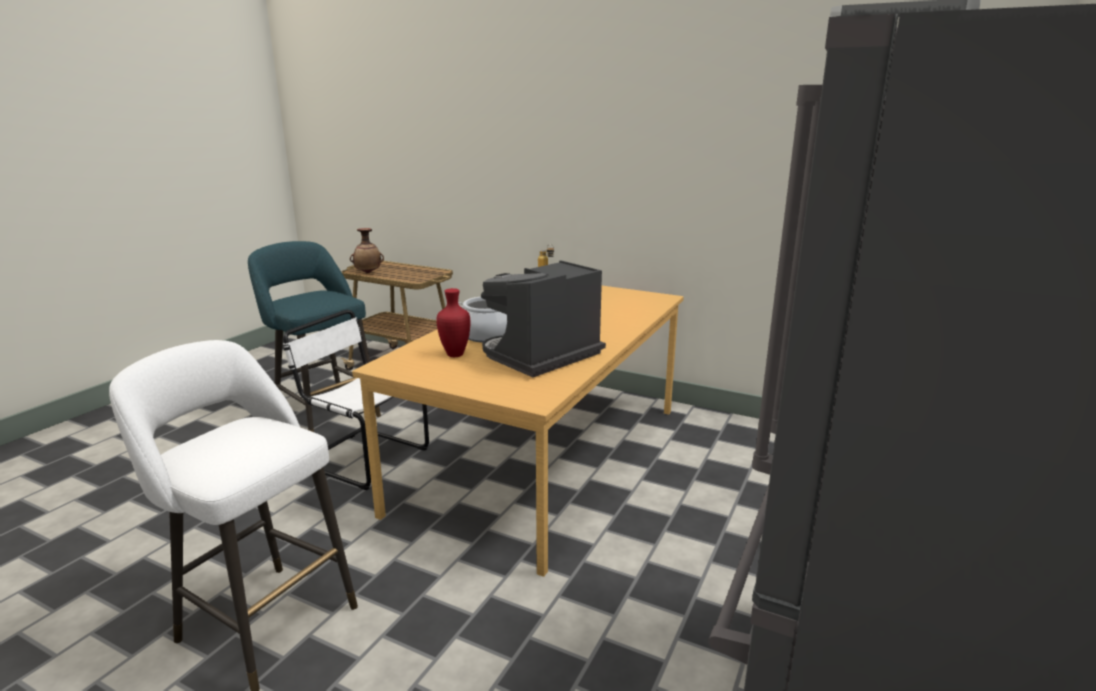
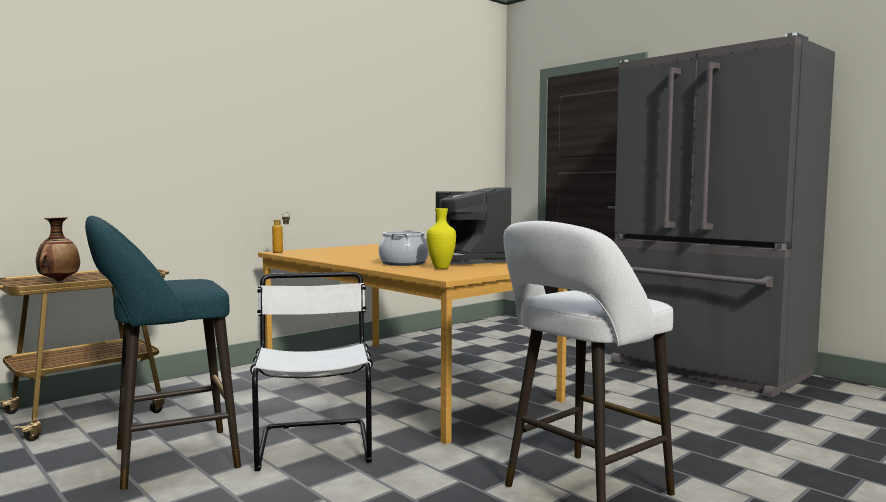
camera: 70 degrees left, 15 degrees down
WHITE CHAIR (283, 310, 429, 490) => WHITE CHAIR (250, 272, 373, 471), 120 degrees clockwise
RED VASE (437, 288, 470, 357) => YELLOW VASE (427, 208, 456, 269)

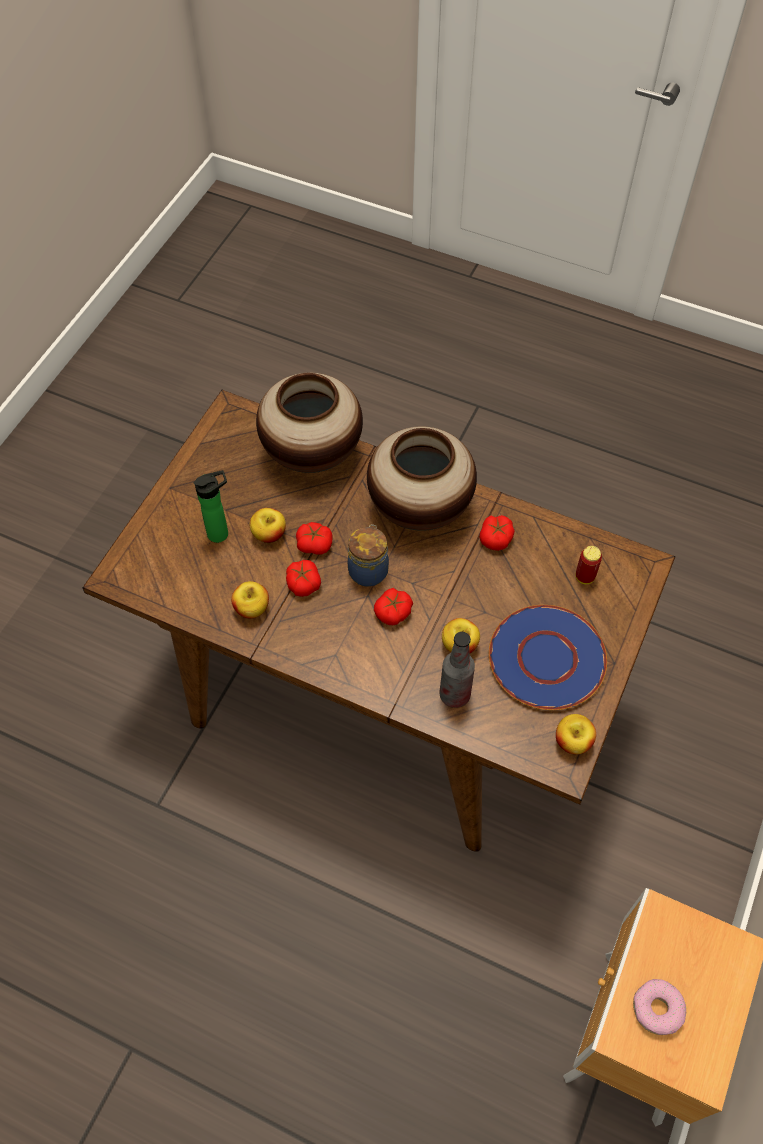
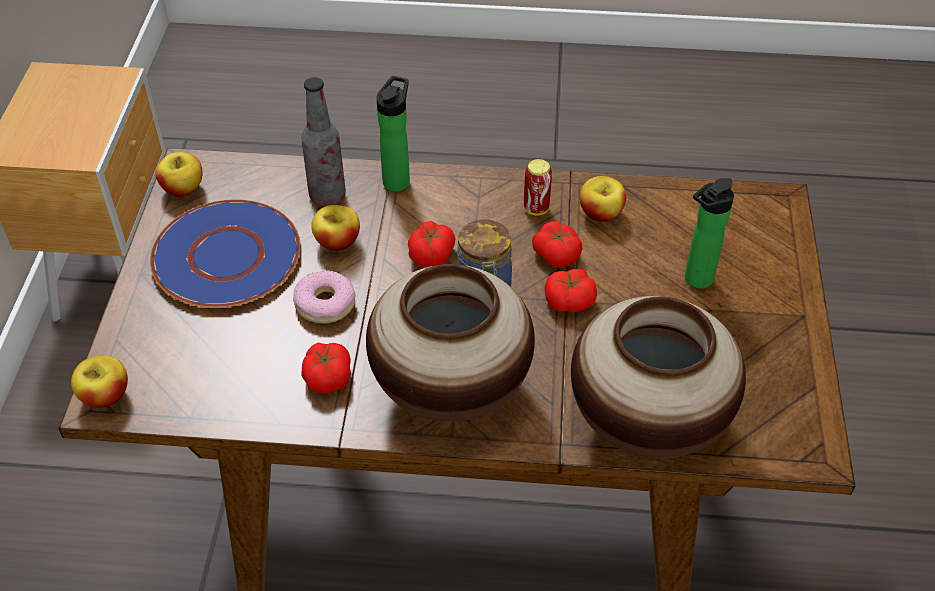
camera: 160 degrees right, 10 degrees down
APPLE (250, 508, 286, 543) => APPLE (71, 356, 128, 408), shifted
CAN (575, 546, 602, 584) => CAN (524, 159, 552, 216), shifted
DONUT (633, 979, 686, 1035) => DONUT (293, 270, 356, 324), shifted
nothing => BOTTLE (376, 76, 410, 192)

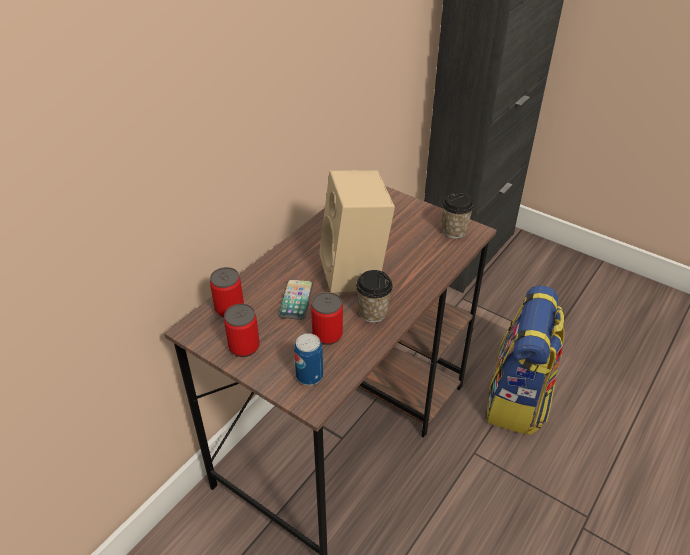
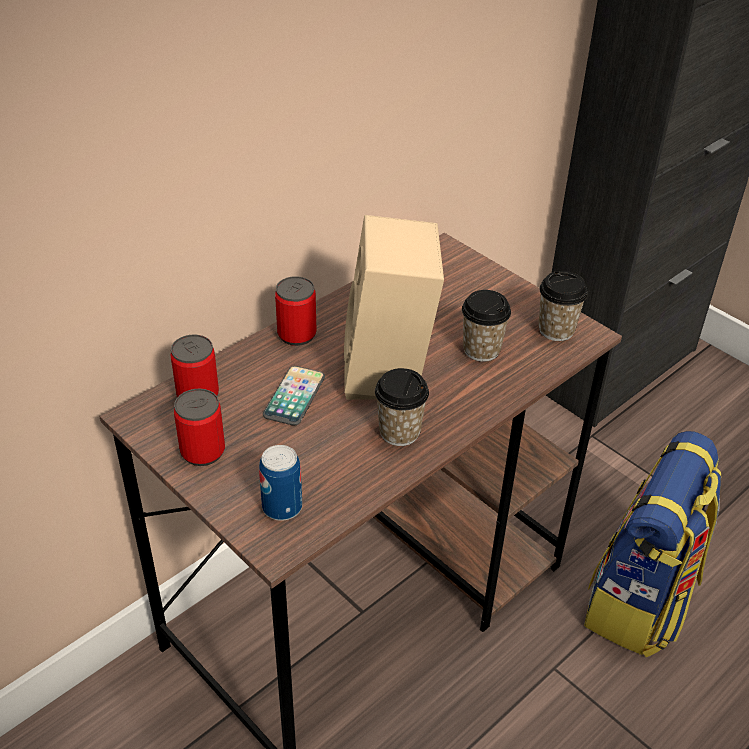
camera: 10 degrees right, 0 degrees up
CAN (311, 292, 343, 345) => CAN (275, 276, 317, 346), shifted
nothing => CUP (462, 290, 511, 362)

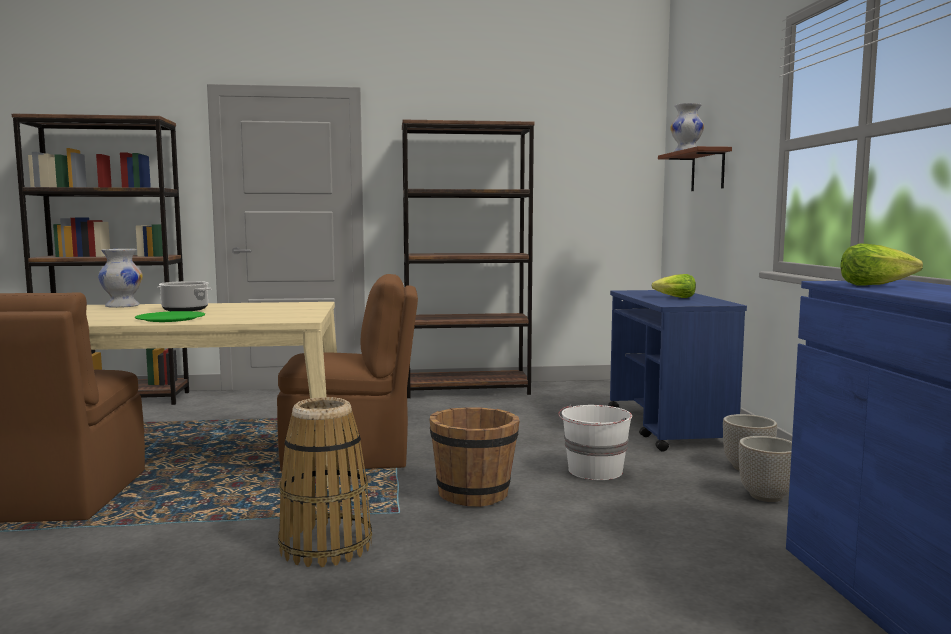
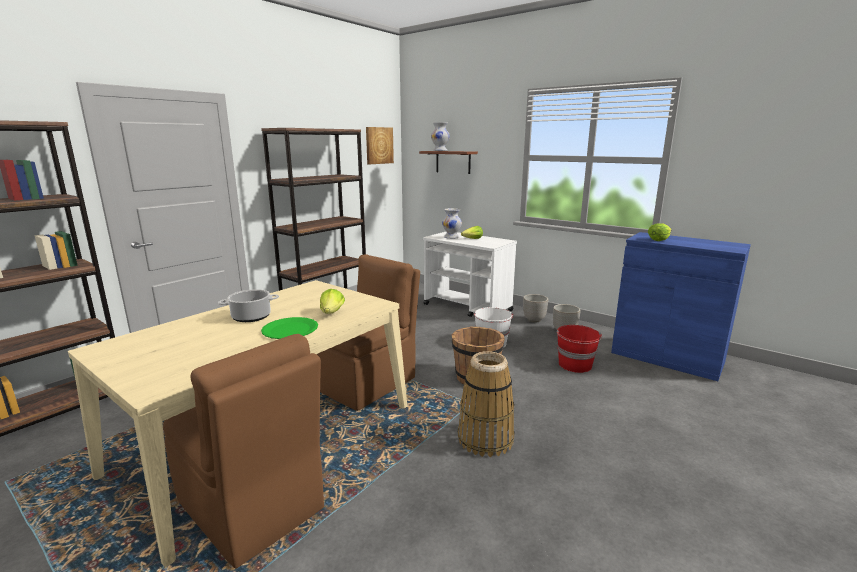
camera: 45 degrees left, 10 degrees up
WHITE VASE (98, 249, 143, 308) => WHITE VASE (442, 208, 462, 239), shifted
BLUE CART (608, 290, 747, 451) => WHITE CART (423, 232, 517, 317)
nothing => LETTUCE (320, 289, 345, 314)
nothing => PICTURE (366, 127, 394, 164)
nothing => RED BUCKET (557, 325, 602, 373)

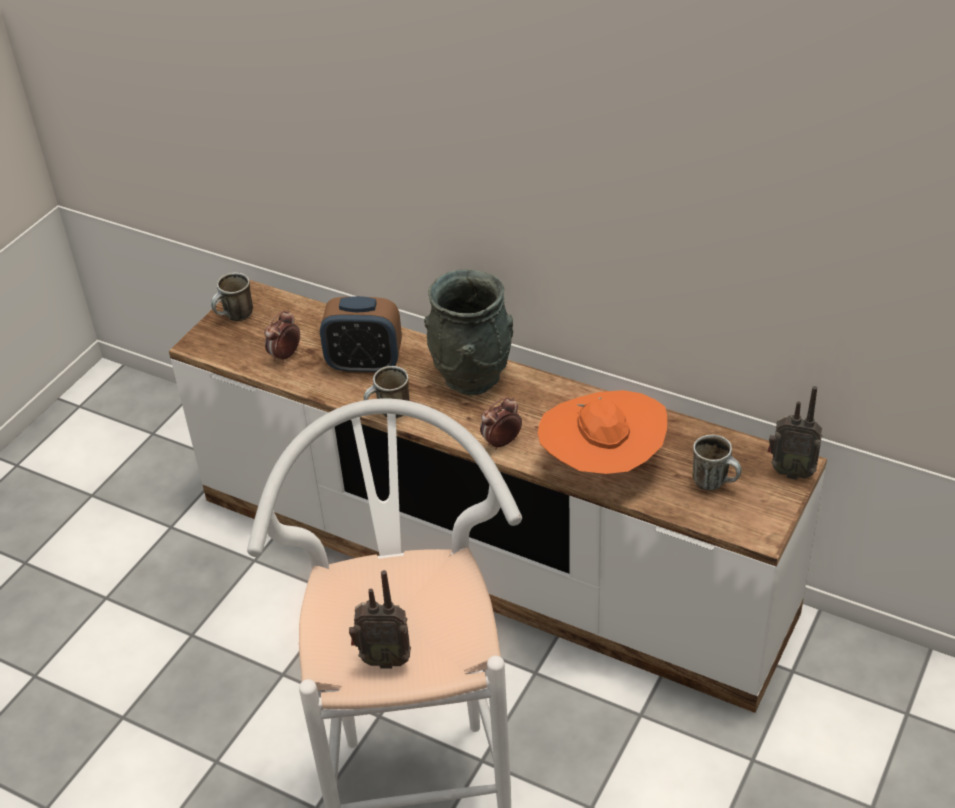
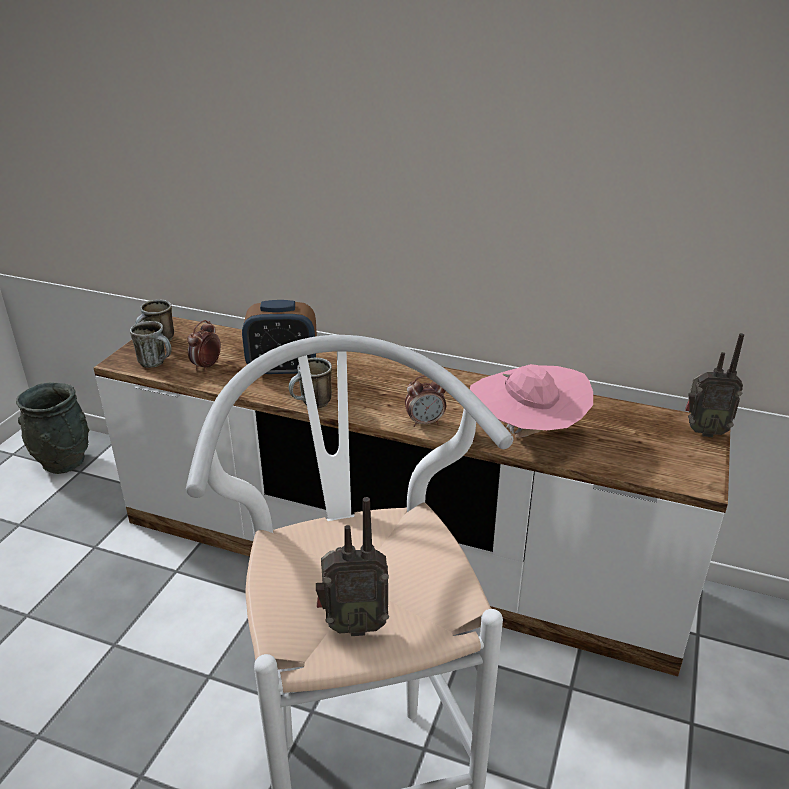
camera: 10 degrees left, 10 degrees down
GREY VASE (424, 269, 513, 396) => GREY VASE (16, 383, 89, 474), shifted
ALARM CLOCK (480, 397, 522, 450) => ALARM CLOCK (405, 375, 446, 427), 150 degrees counterclockwise
ORANGE HAT (538, 390, 667, 474) => PINK HAT (470, 364, 593, 438)
MUG (693, 435, 742, 491) => MUG (130, 321, 172, 368), shifted

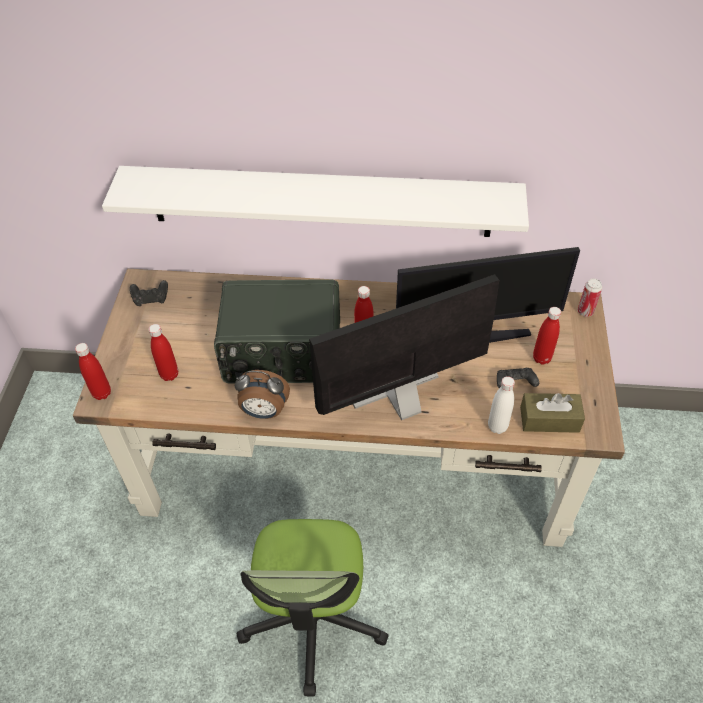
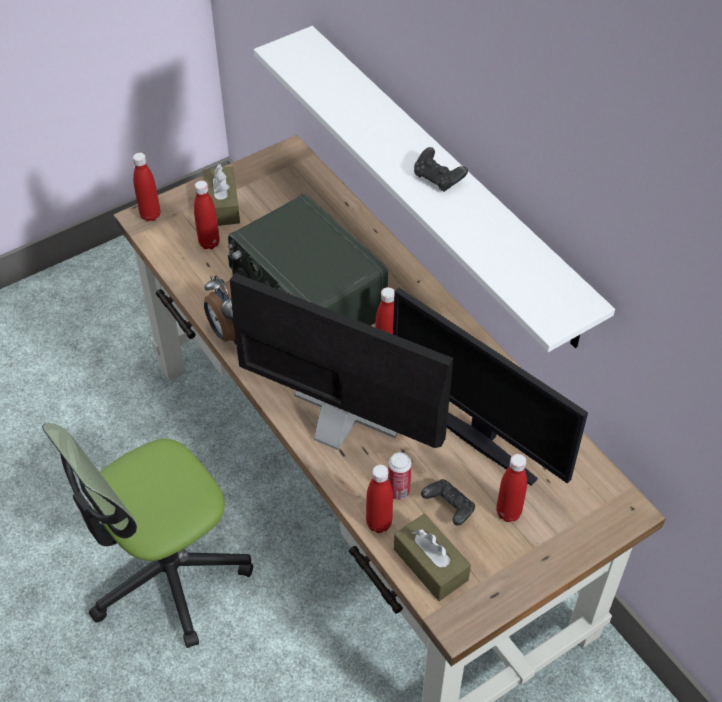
camera: 50 degrees right, 0 degrees up
BLACK GAME CONTROLLER (130, 280, 168, 306) => BLACK GAME CONTROLLER (414, 147, 468, 192), shifted
WHITE BOTTLE (488, 376, 515, 434) => RED BOTTLE (366, 464, 393, 533)
CAN (578, 279, 602, 317) => CAN (388, 452, 412, 500), shifted
nothing => BROWN TISSUE BOX (203, 164, 240, 226)

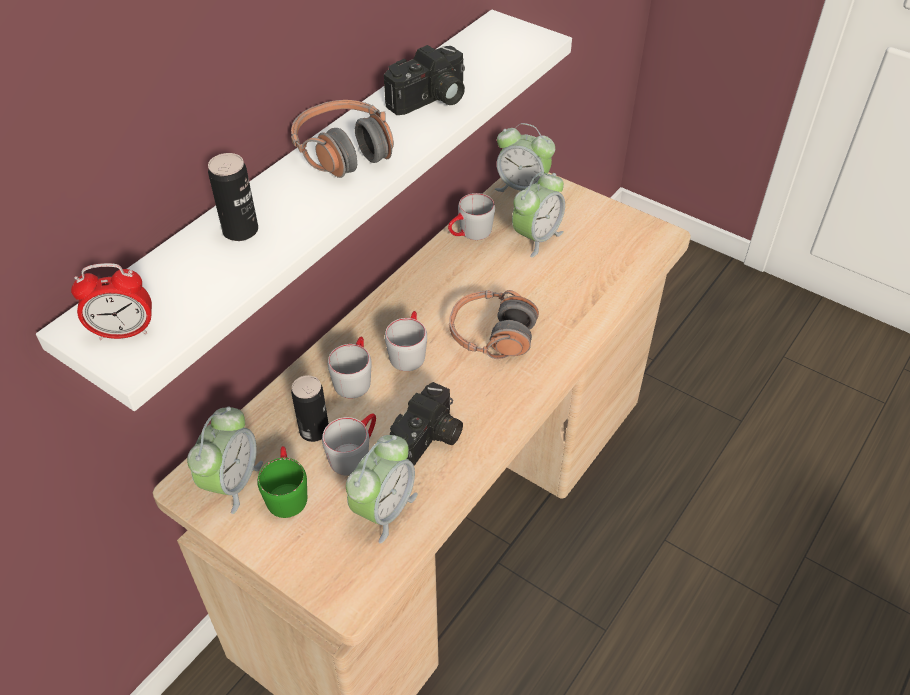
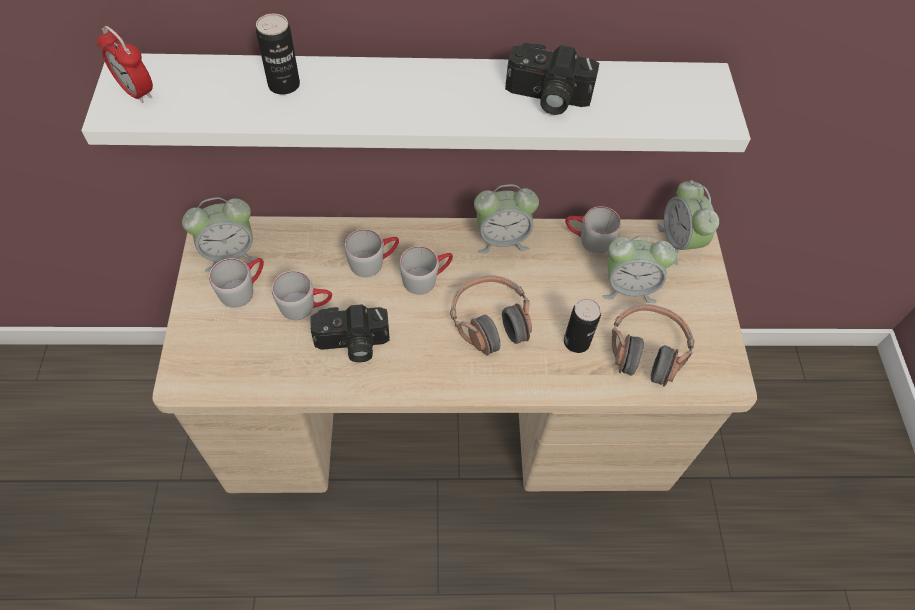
camera: 50 degrees right, 10 degrees up
GREEN MUG (257, 446, 307, 518) => GREY MUG (209, 258, 264, 308)
HEADPHONES (291, 100, 394, 178) => HEADPHONES (612, 304, 694, 387), shifted
CAN (291, 375, 329, 442) => CAN (564, 298, 601, 353), shifted
ALARM CLOCK (346, 435, 418, 544) => ALARM CLOCK (474, 185, 539, 253), shifted

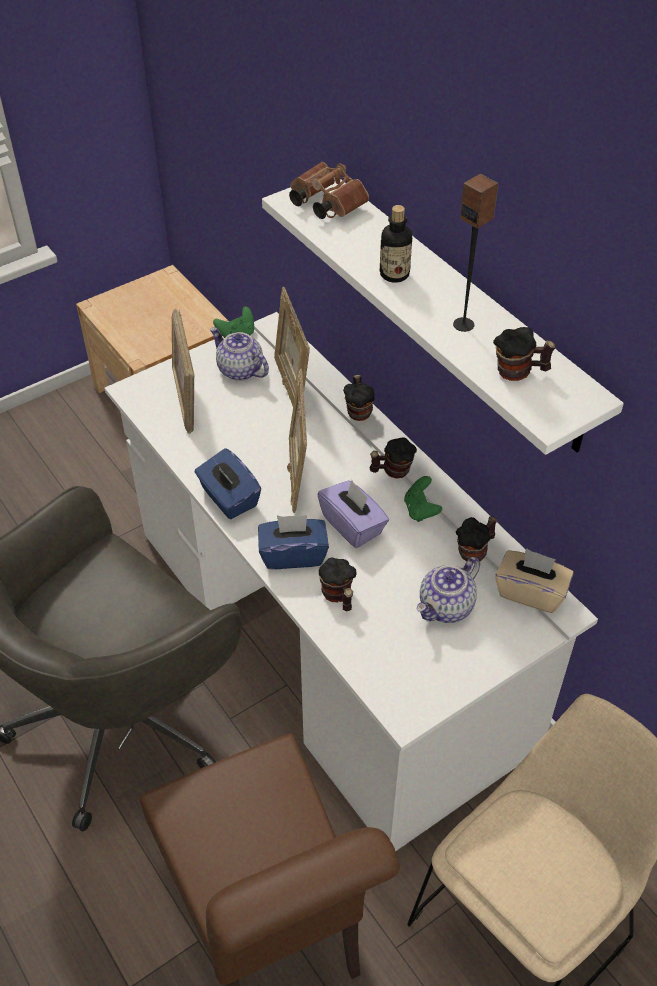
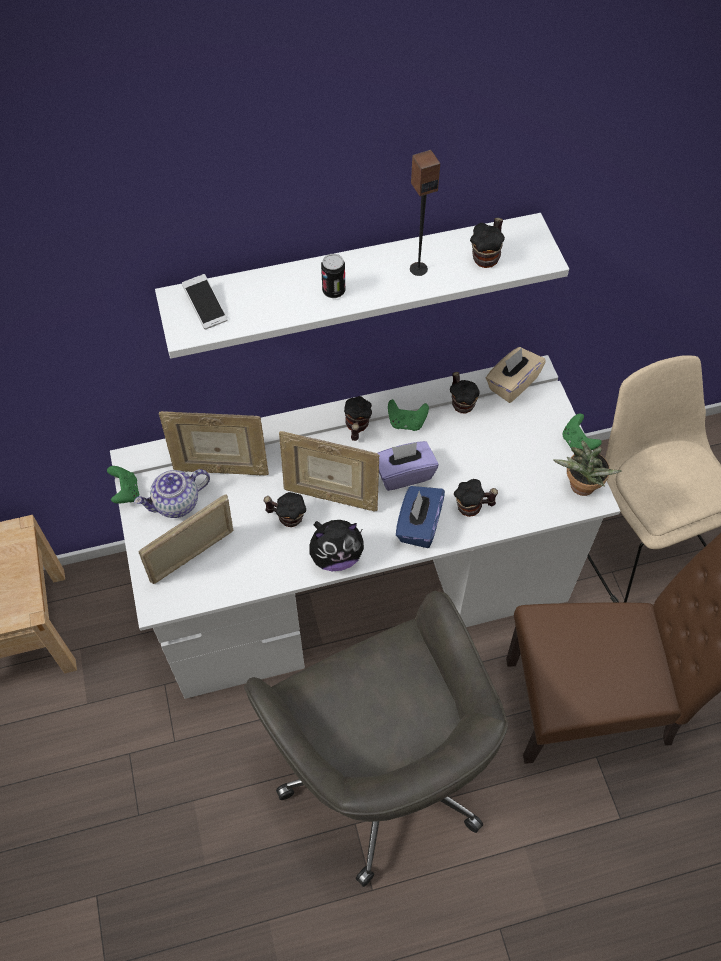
camera: 70 degrees left, 10 degrees up
PICTURE FRAME (172, 309, 194, 434) => PICTURE FRAME (139, 494, 233, 584), 135 degrees clockwise
BLUE TISSUE BOX (195, 448, 261, 519) => PLUSH TOY (309, 520, 364, 571)
BROWN BINOCULARS (289, 162, 369, 219) => PHONE (182, 274, 227, 330)
MUG (343, 375, 375, 421) => MUG (263, 492, 306, 527), shifted
BOTTLE (380, 205, 412, 283) => CAN (321, 254, 345, 298)
TEAPOT (416, 557, 480, 623) => nothing
nothing => POTTED PLANT (553, 440, 622, 496)
nothing => GREEN GAME CONTROLLER (562, 414, 602, 451)

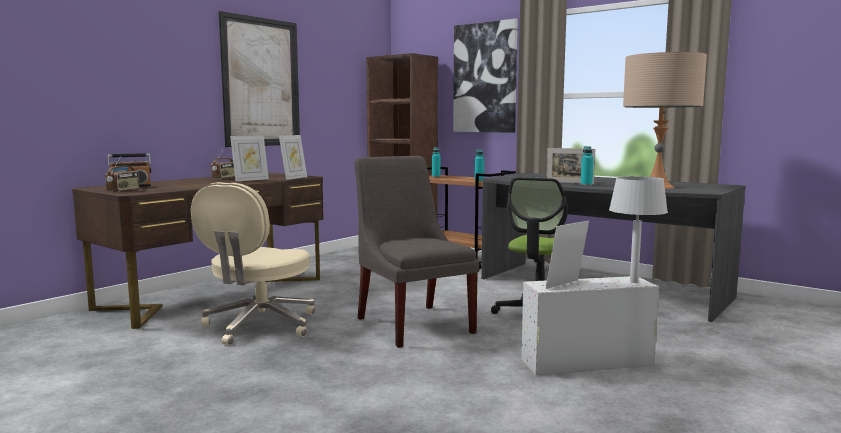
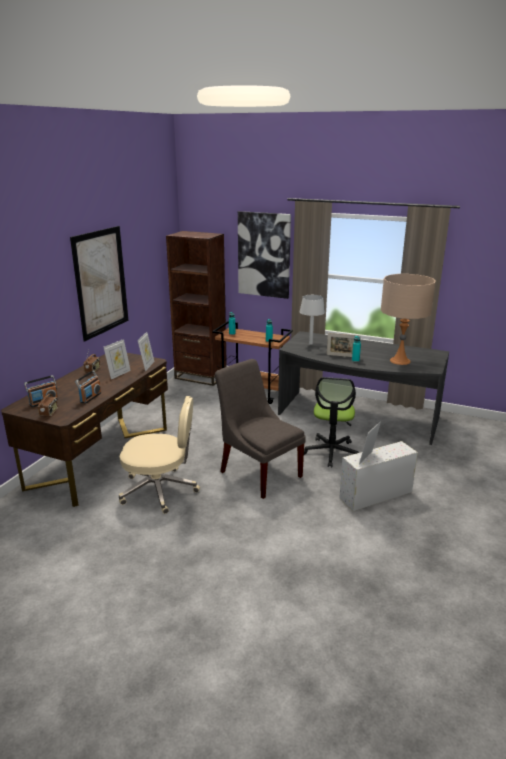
camera: 15 degrees left, 15 degrees up
BEIGE OFFICE CHAIR (191, 182, 316, 345) => BEIGE OFFICE CHAIR (119, 396, 200, 514), 90 degrees counterclockwise
GREY TABLE LAMP (609, 176, 668, 283) => GREY TABLE LAMP (299, 295, 325, 345), shifted
nothing => RADIO (75, 370, 101, 404)

